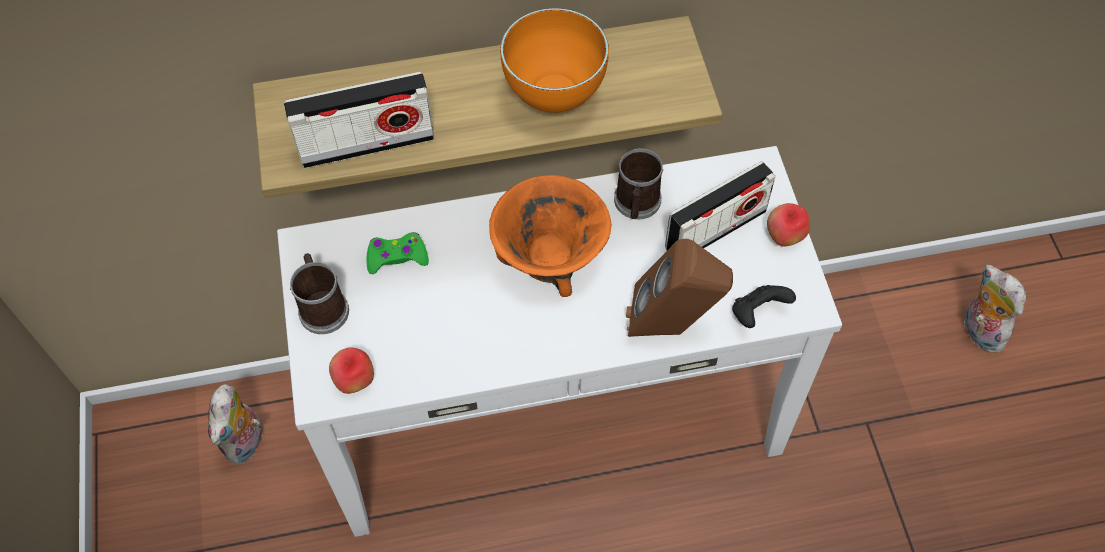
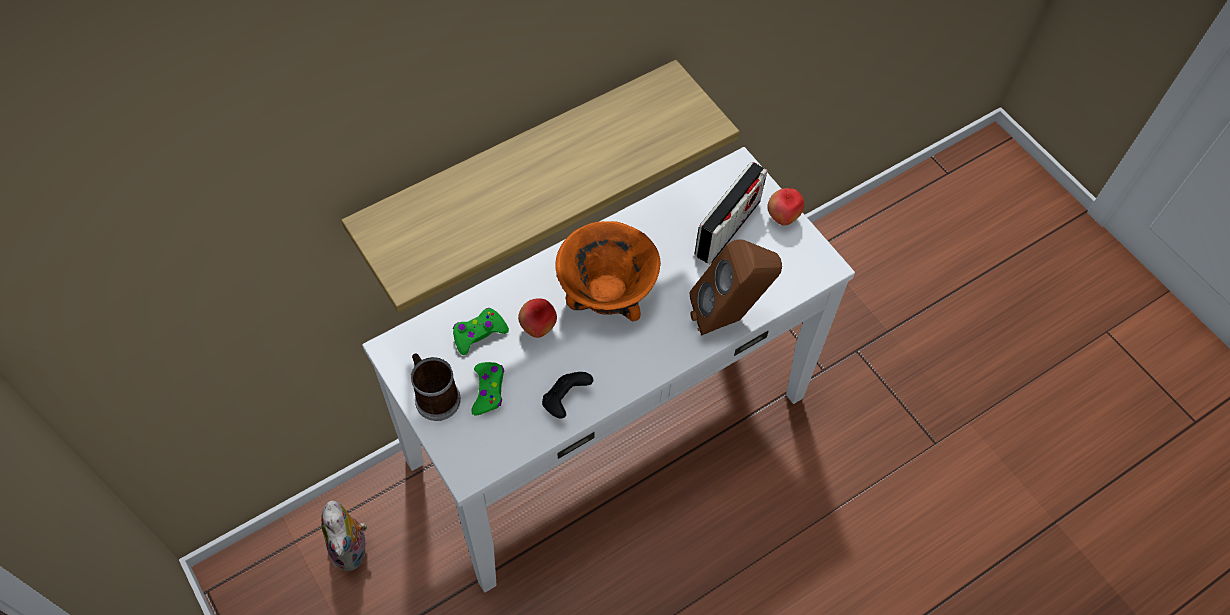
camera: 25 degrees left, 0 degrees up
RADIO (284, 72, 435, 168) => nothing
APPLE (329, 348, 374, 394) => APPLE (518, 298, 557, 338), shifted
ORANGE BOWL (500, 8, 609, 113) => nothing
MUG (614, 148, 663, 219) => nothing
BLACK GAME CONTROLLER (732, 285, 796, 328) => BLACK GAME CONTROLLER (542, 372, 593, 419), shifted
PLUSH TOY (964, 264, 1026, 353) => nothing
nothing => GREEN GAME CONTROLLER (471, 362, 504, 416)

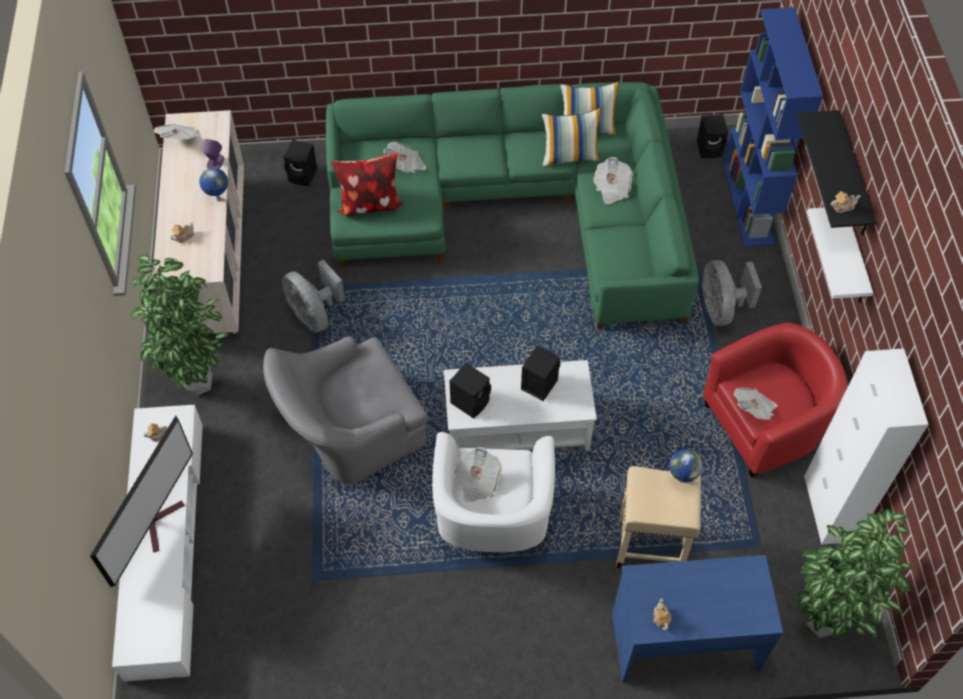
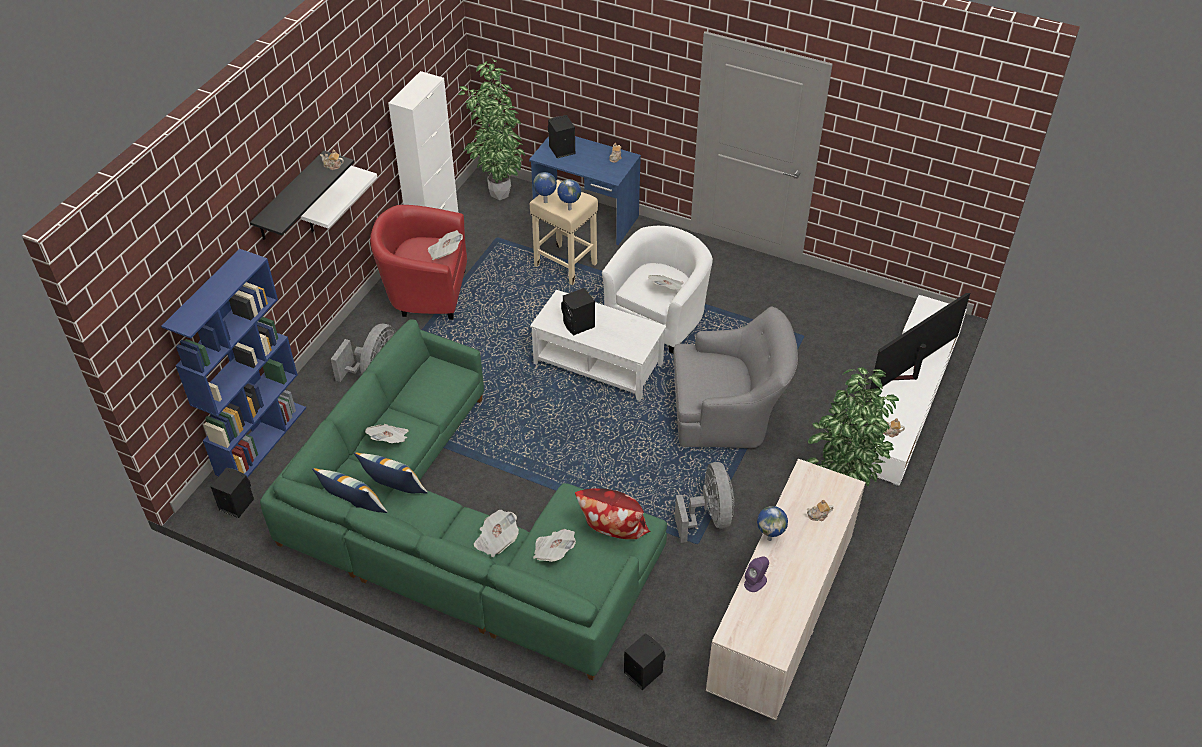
camera: 150 degrees left, 10 degrees down
NEWSPAPER (154, 124, 197, 140) => NEWSPAPER (474, 510, 519, 557), shifted
BLACK SPEAKER (450, 363, 491, 418) => BLACK SPEAKER (548, 115, 575, 158), shifted
nothing => GLOBE (558, 179, 581, 211)

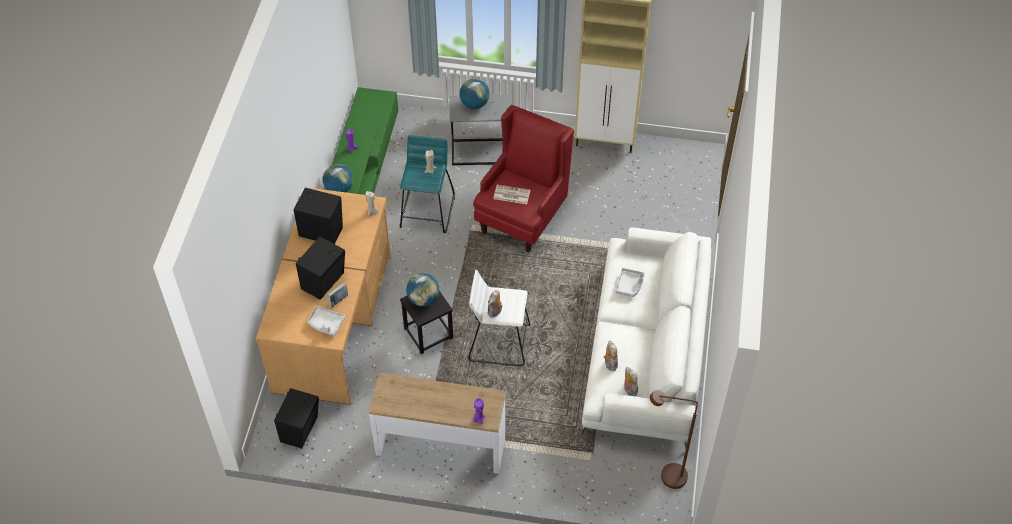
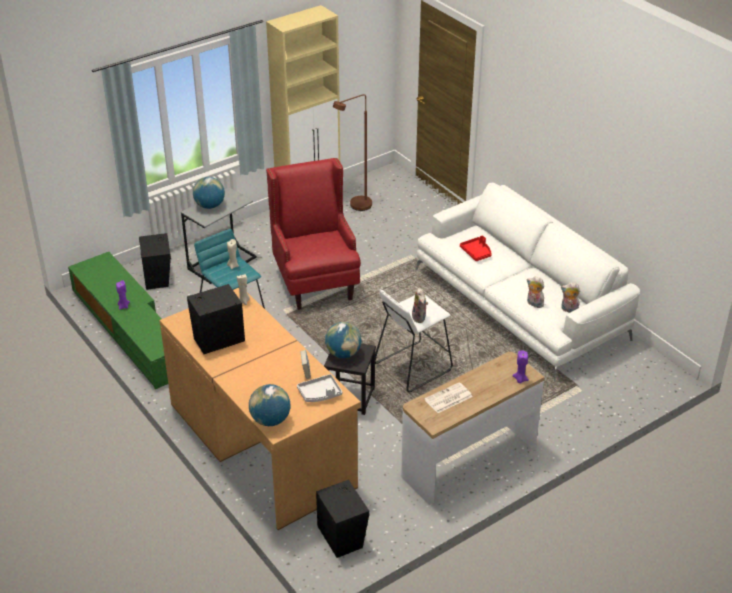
camera: 45 degrees left, 15 degrees down
BLACK SPEAKER (296, 237, 345, 300) => BLACK SPEAKER (139, 233, 171, 290), shifted
GLOBE (323, 164, 353, 192) => GLOBE (249, 384, 291, 426), shifted
NEWSPAPER (494, 185, 530, 204) => NEWSPAPER (424, 382, 473, 413), shifted
GREY TRAY (616, 268, 645, 297) => RED TRAY (460, 235, 492, 261)
BROWN FLOOR LAMP (650, 390, 698, 489) => BROWN FLOOR LAMP (333, 94, 372, 211), shifted

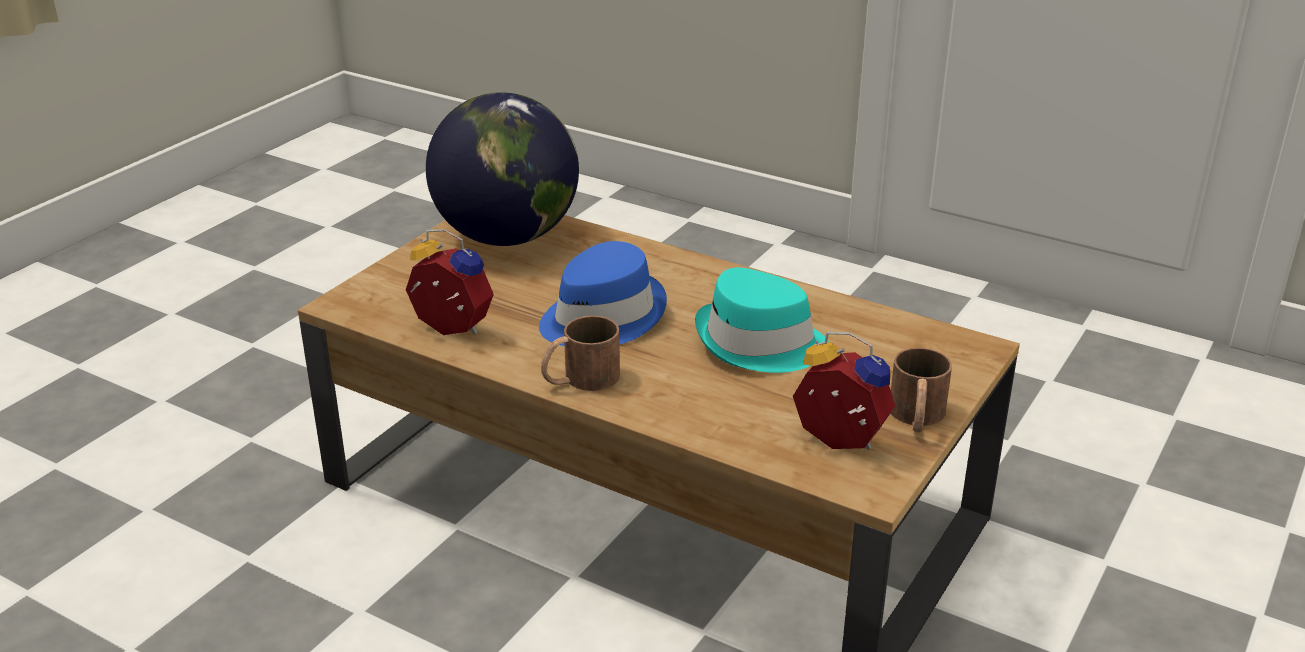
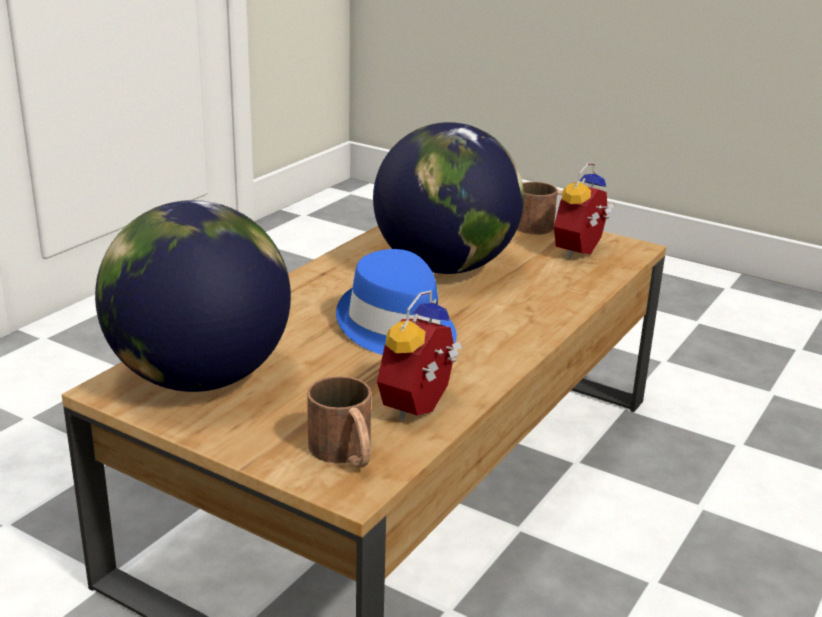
camera: 90 degrees left, 5 degrees down
BROWN MUG (541, 316, 620, 391) => BROWN MUG (307, 376, 371, 468), shifted
TURQUOISE HAT (695, 267, 829, 373) => GLOBE (373, 122, 524, 274)

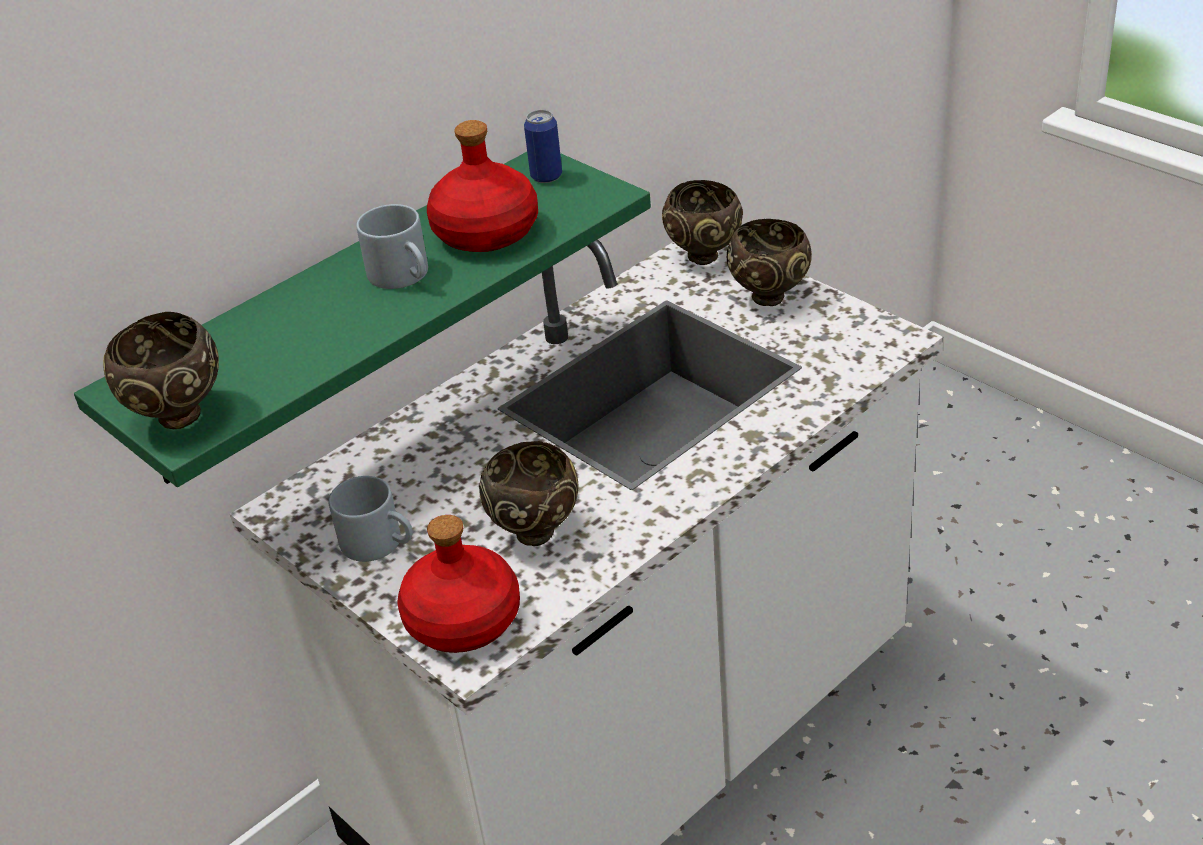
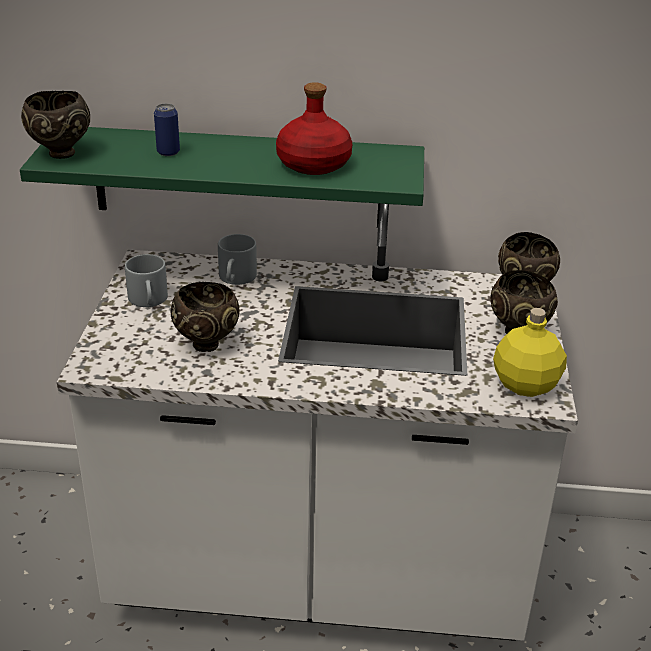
camera: 45 degrees right, 5 degrees down
GREY MUG (356, 204, 428, 289) => GREY MUG (218, 234, 257, 285), shifted
RED BOTTLE (397, 515, 520, 653) => nothing
CAN (524, 110, 562, 183) => CAN (154, 103, 180, 156), shifted
nothing => YELLOW BOTTLE (493, 308, 567, 397)

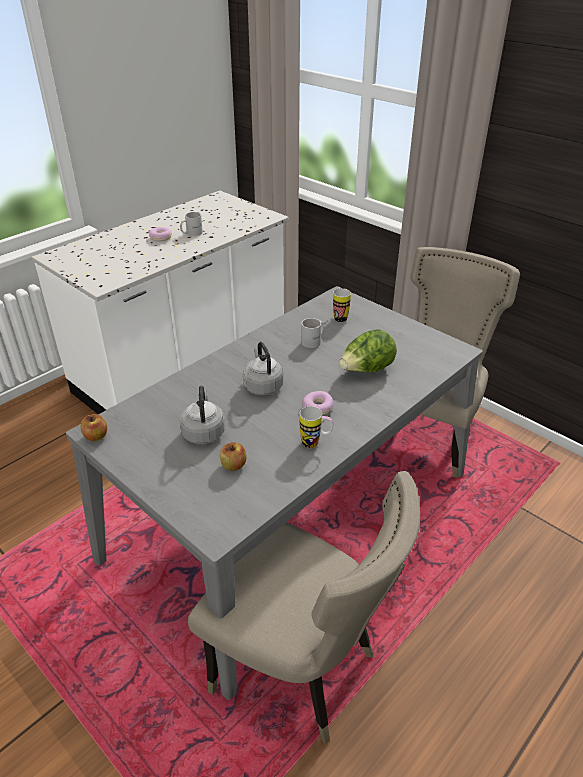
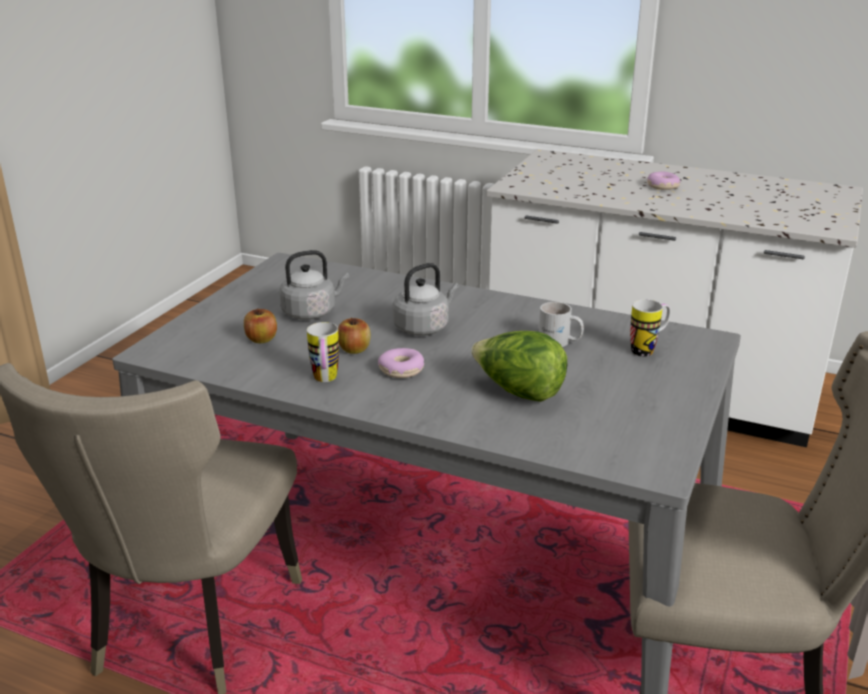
camera: 70 degrees right, 10 degrees down
APPLE (81, 414, 107, 441) => APPLE (338, 317, 371, 354), shifted
WHITE MUG (180, 212, 203, 236) => nothing

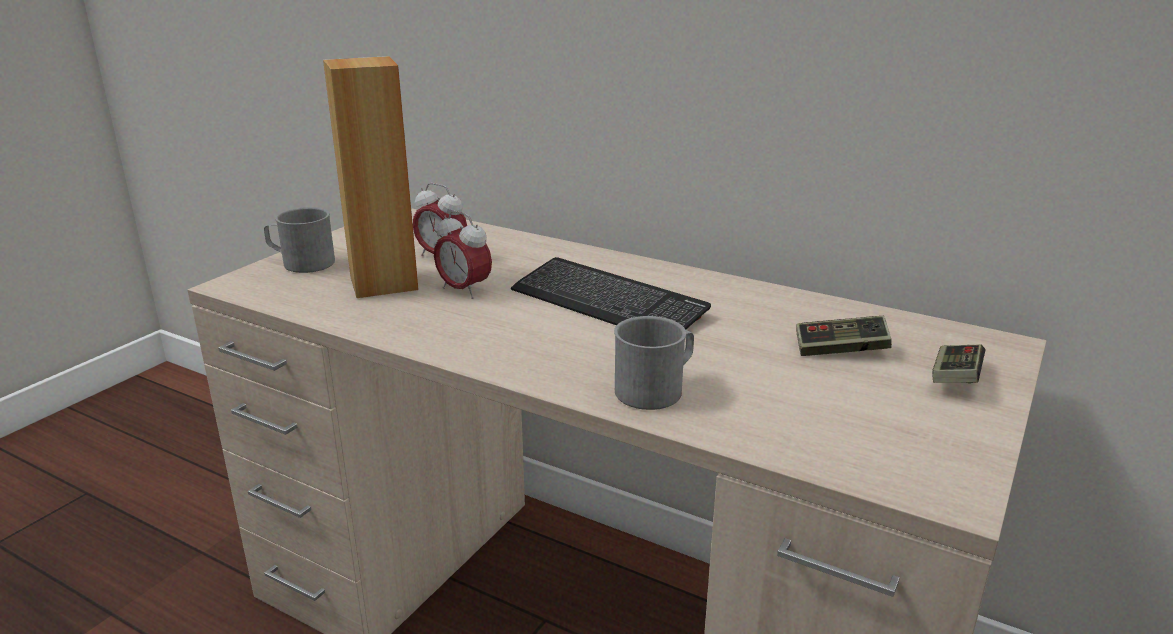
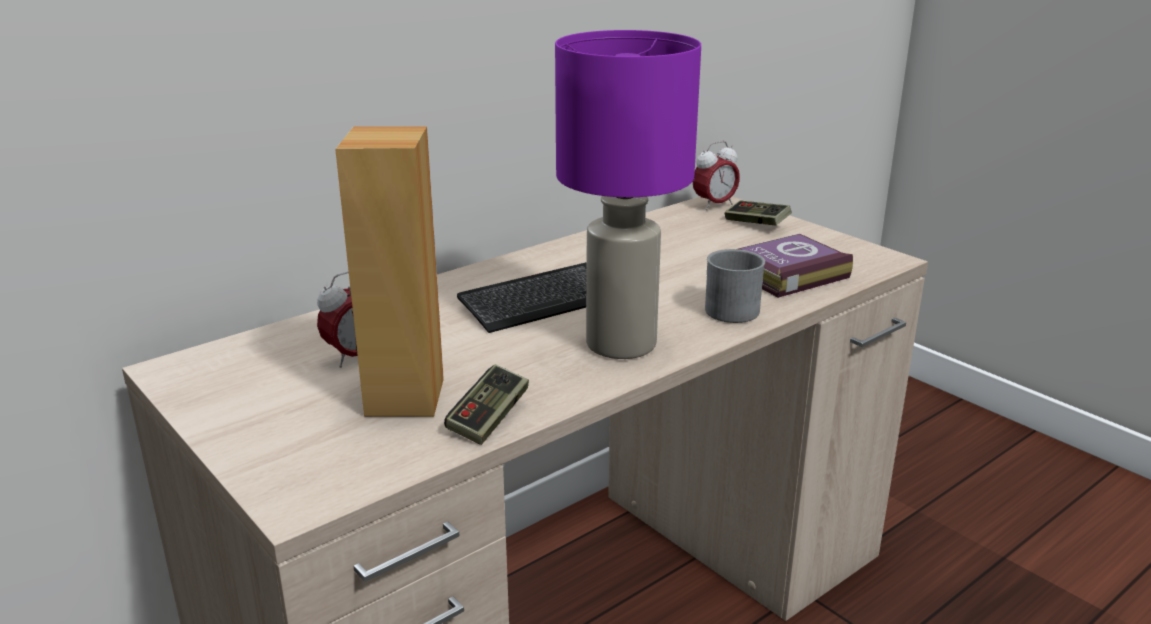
camera: 70 degrees left, 0 degrees up
GREY MUG (264, 207, 335, 273) => nothing
ALARM CLOCK (434, 210, 492, 299) => ALARM CLOCK (693, 141, 740, 210), shifted
GAME CONTROLLER (796, 316, 892, 356) => GAME CONTROLLER (444, 364, 529, 445), shifted
nothing => PURPLE TABLE LAMP (555, 30, 701, 359)
nothing => BOOK (738, 234, 853, 298)

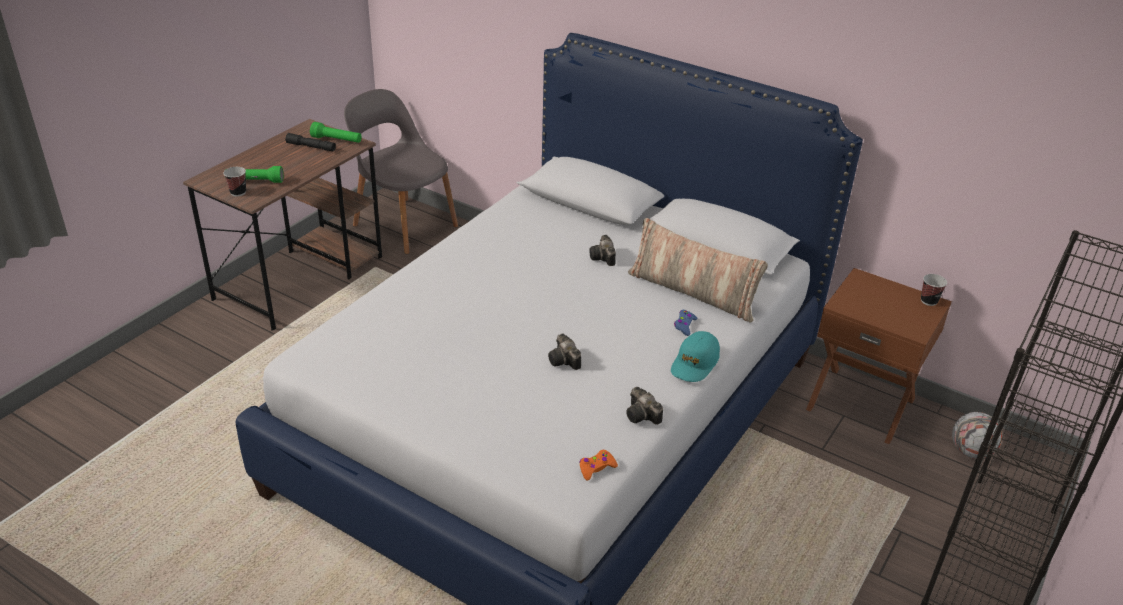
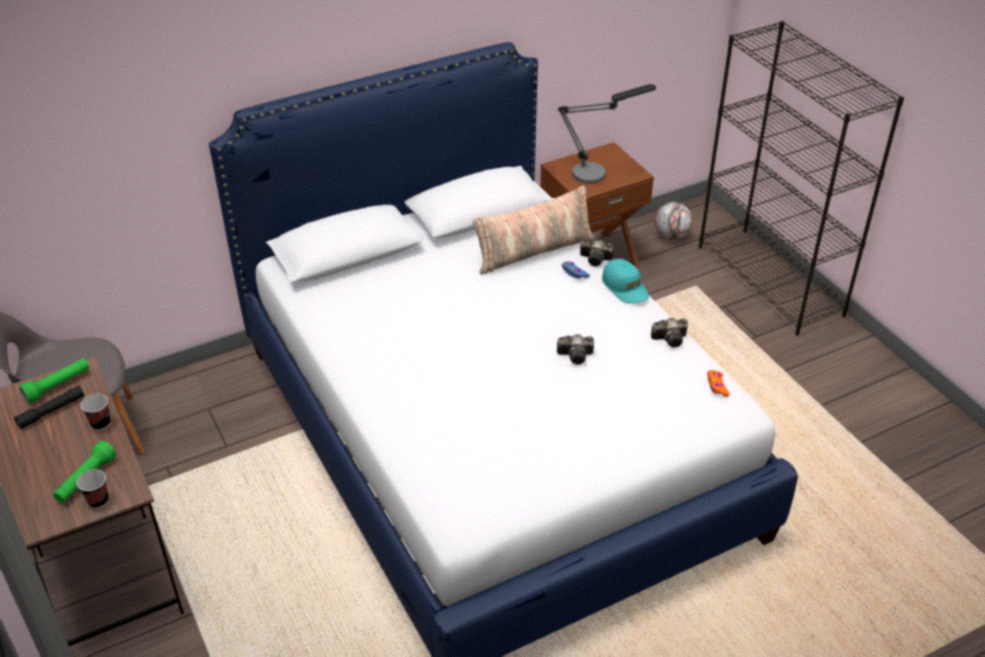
camera: 60 degrees left, 5 degrees up
PHOTO CAMERA (589, 235, 616, 266) => PHOTO CAMERA (580, 239, 614, 266), shifted
CUP (921, 274, 947, 306) => CUP (80, 394, 110, 430), shifted
nothing => TABLE LAMP (558, 84, 656, 184)

